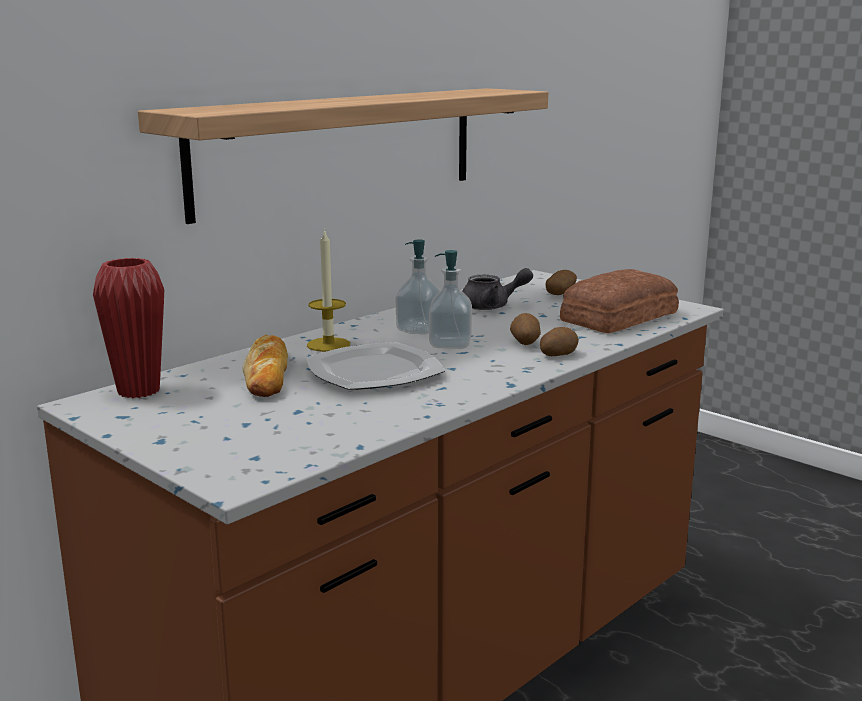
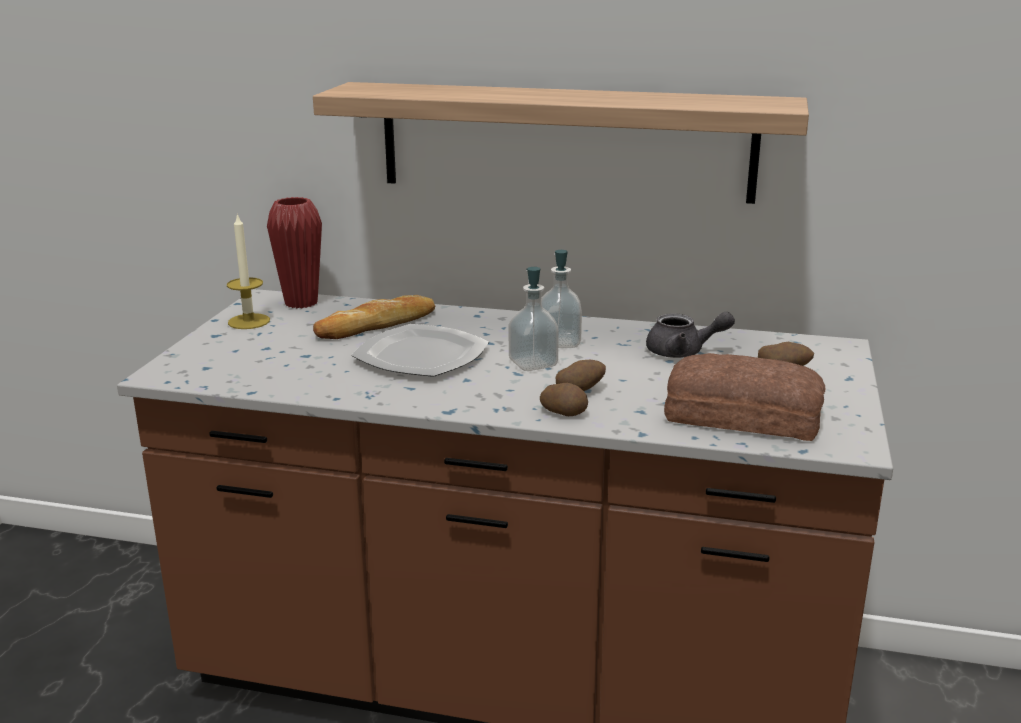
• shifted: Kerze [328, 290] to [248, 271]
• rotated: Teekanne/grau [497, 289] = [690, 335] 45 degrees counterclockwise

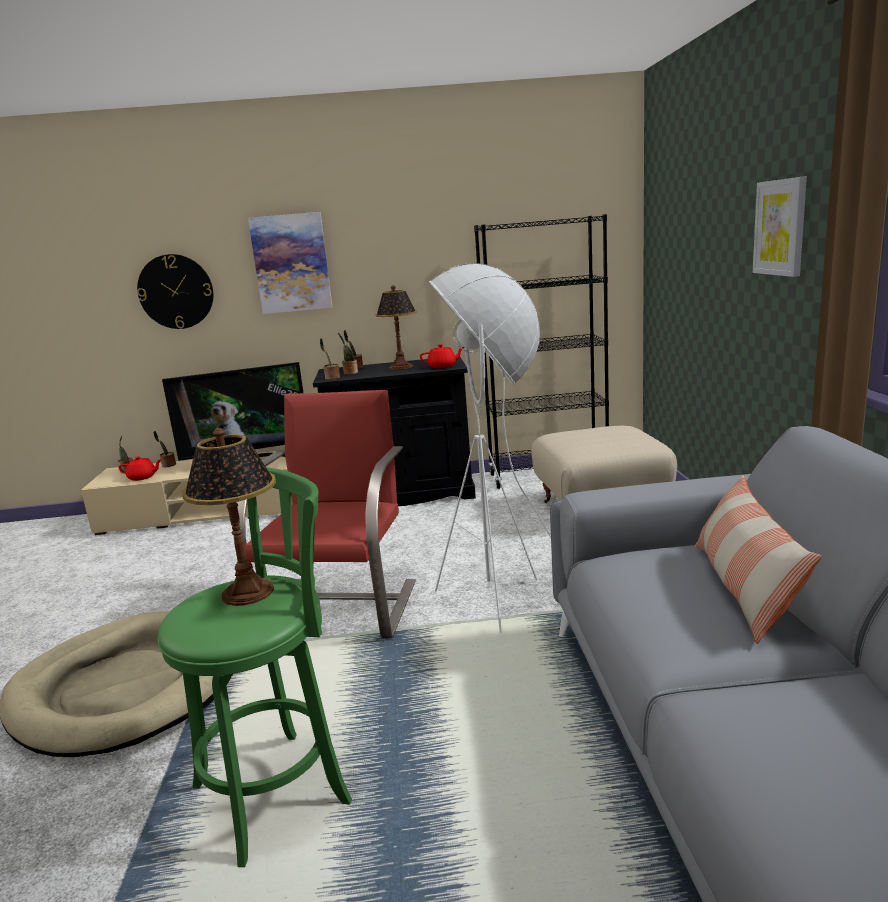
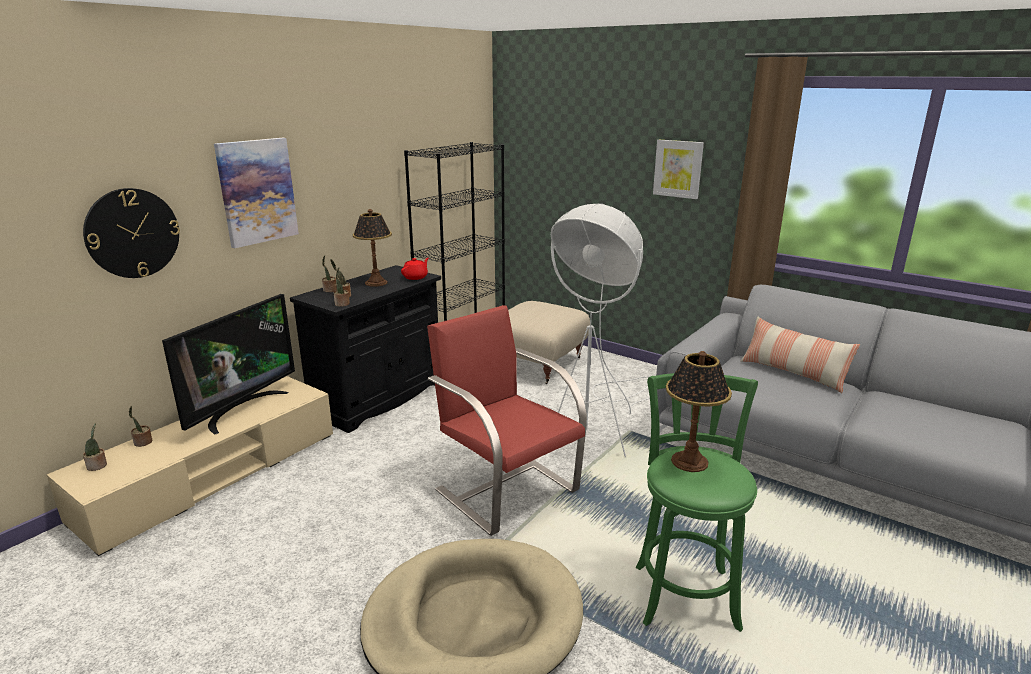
• gone: Teekanne/rot [140, 468]

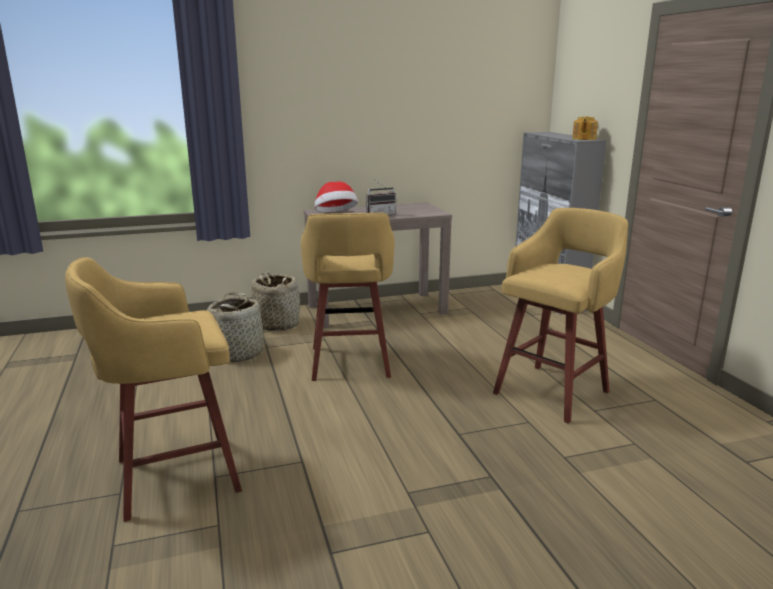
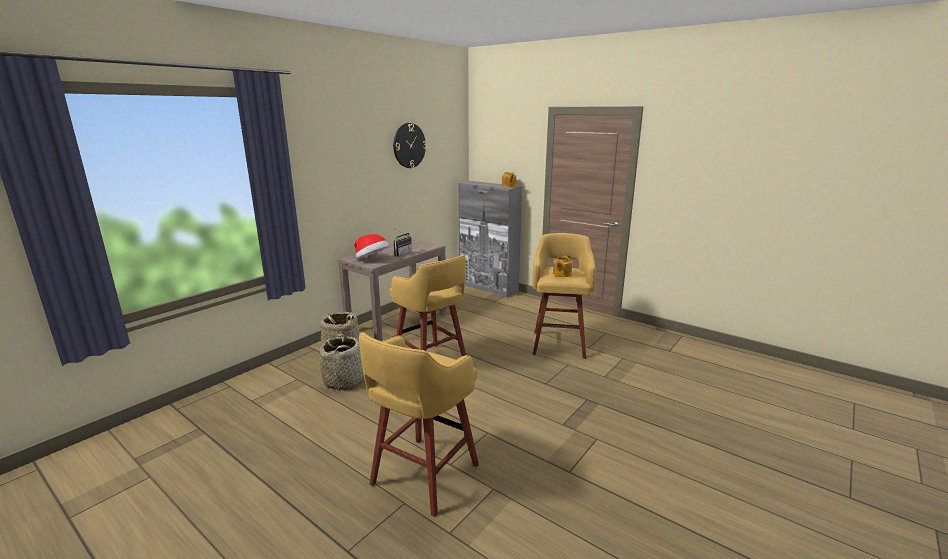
• new: Wanduhr [410, 145]
• new: Teekanne [562, 266]

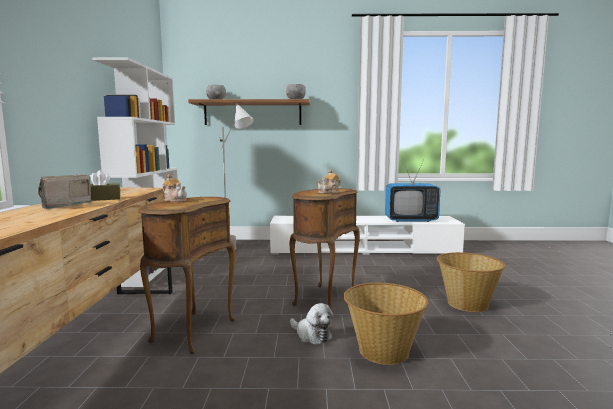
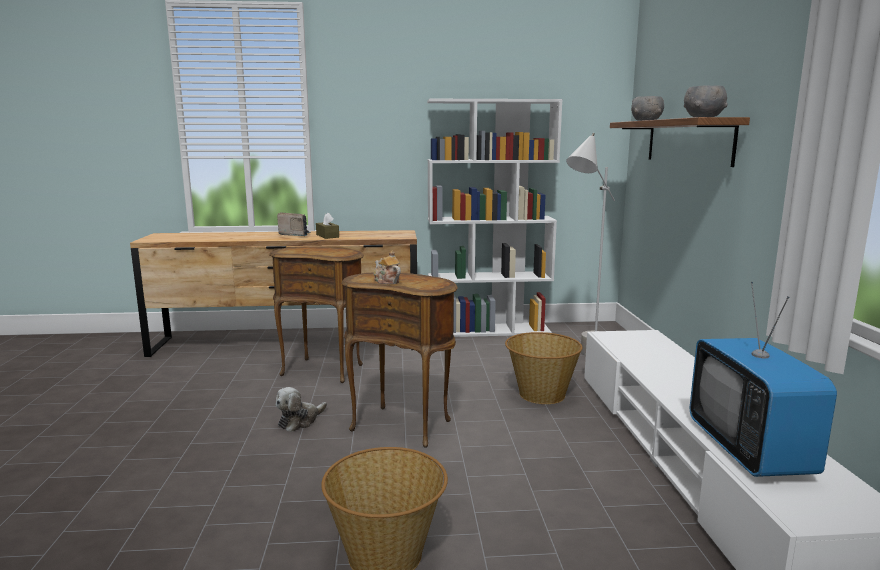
• gone: Teekanne [175, 188]
• shifted: Korb [386, 324] to [544, 368]

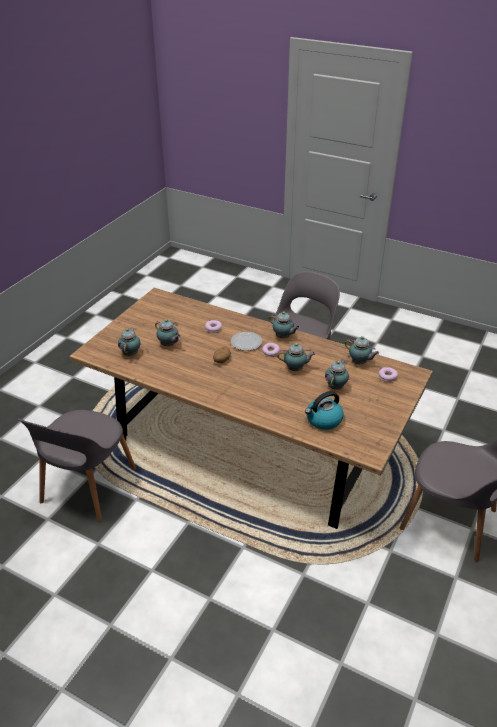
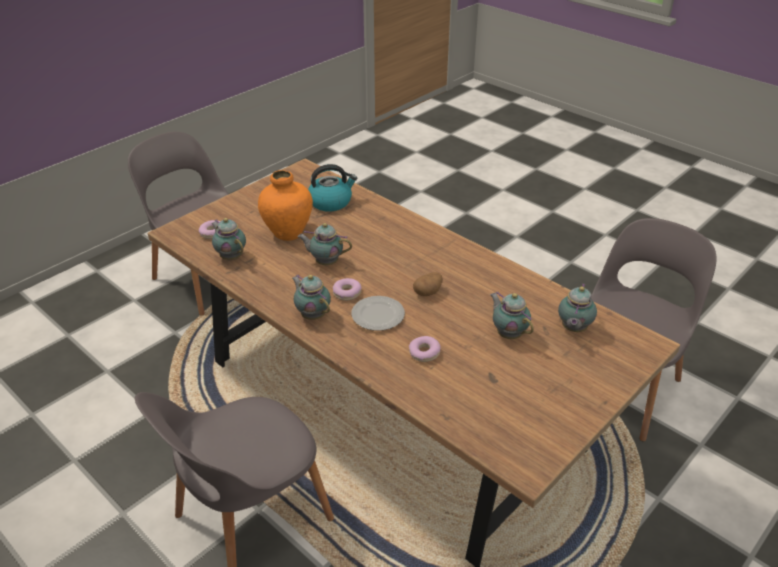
• swapped: Teekanne [337, 374] to Vase/orange [285, 205]

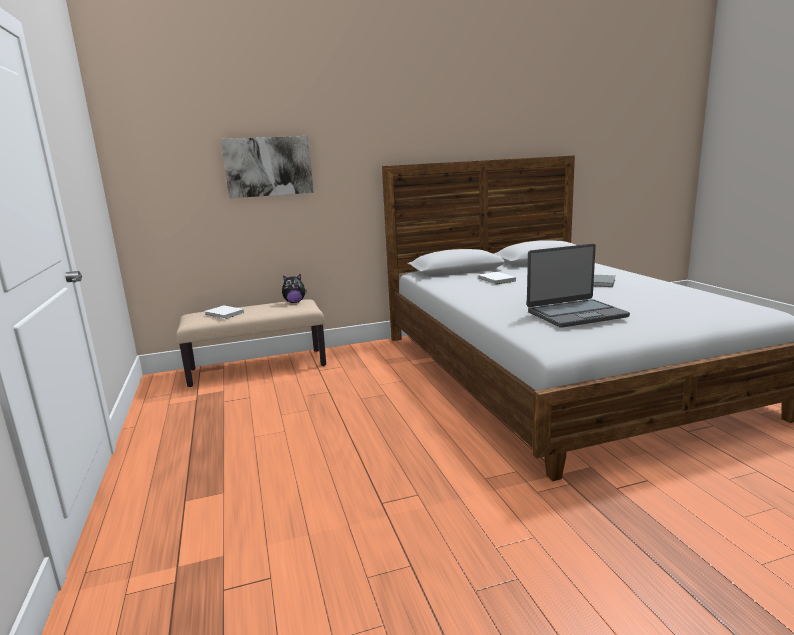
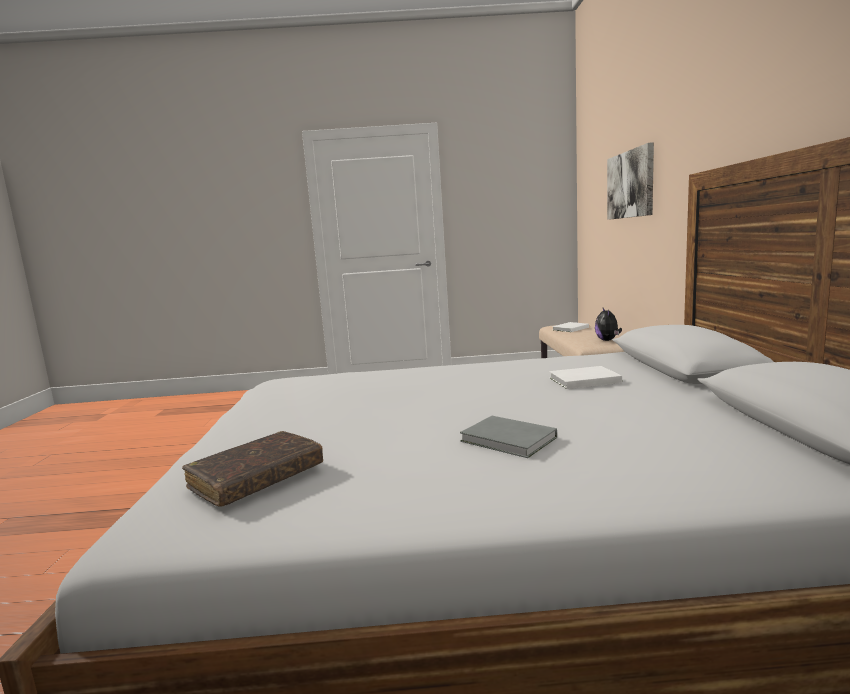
• gone: Laptop [578, 286]
• new: Buch/braun [252, 468]

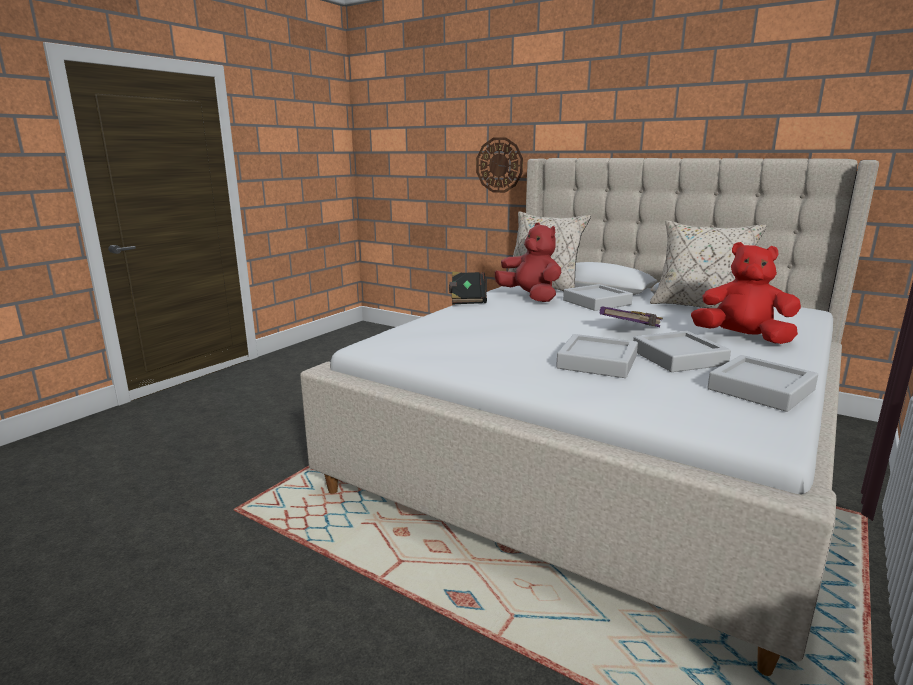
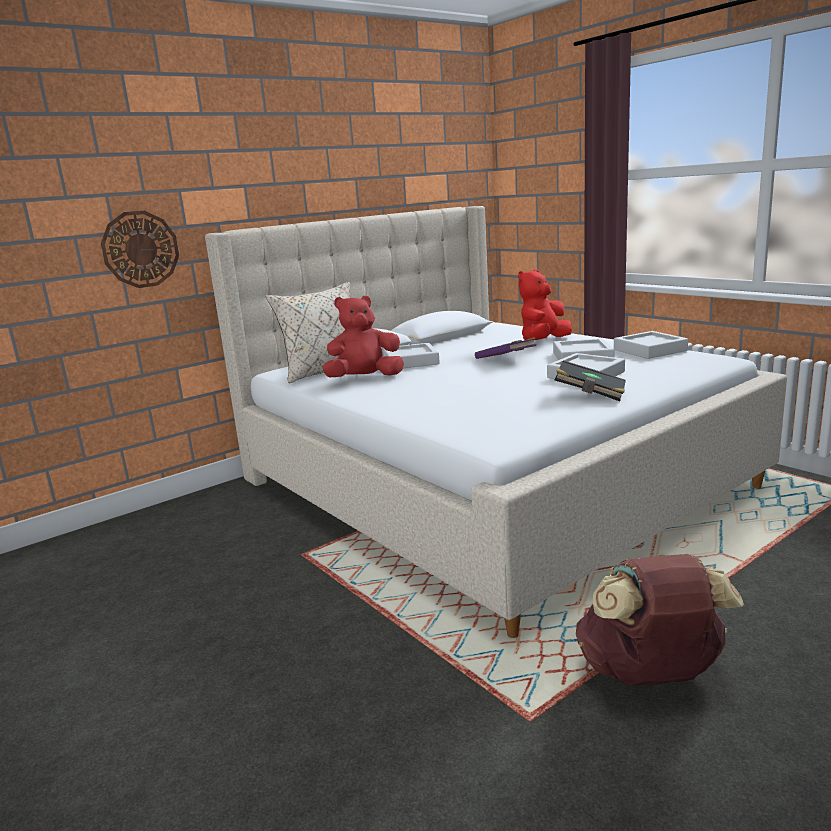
• gone: Kissen/beige [708, 264]
• new: Rucksack/braun [660, 620]
• shifted: Buch/schwarz [468, 288] to [590, 380]

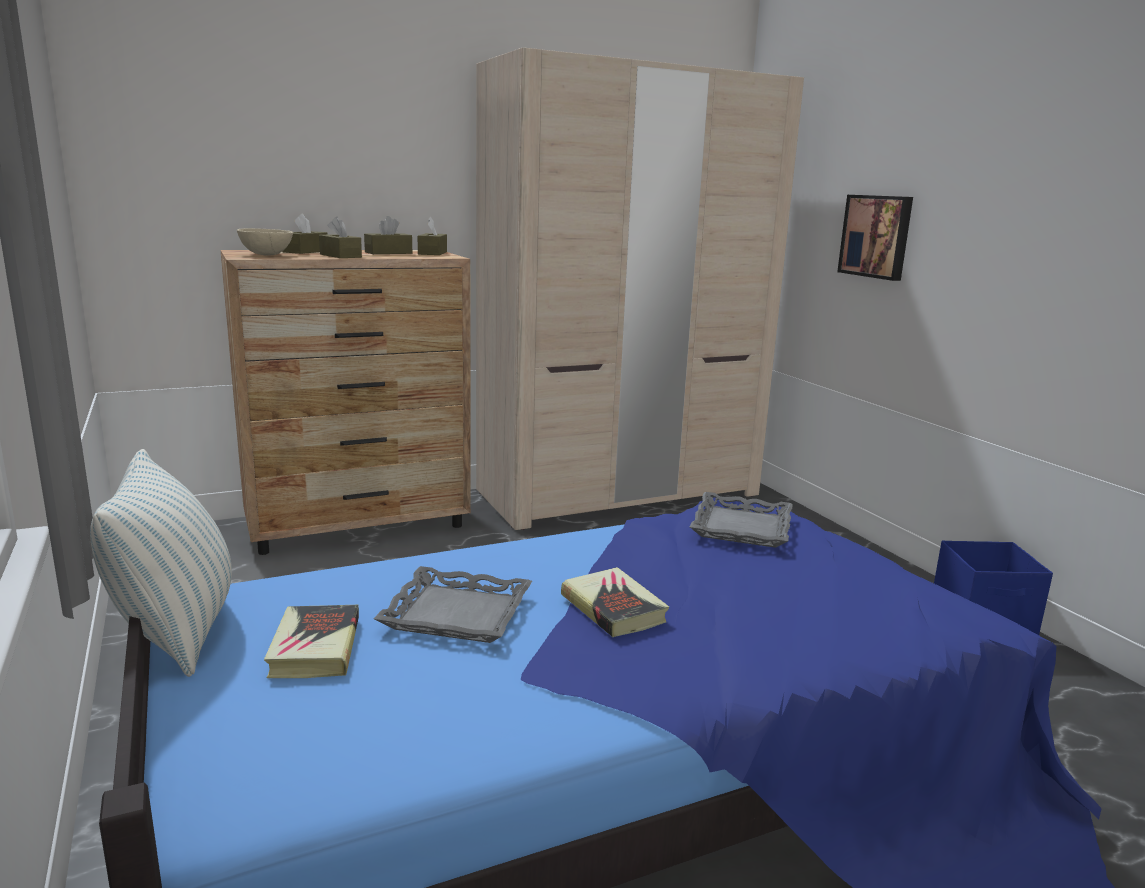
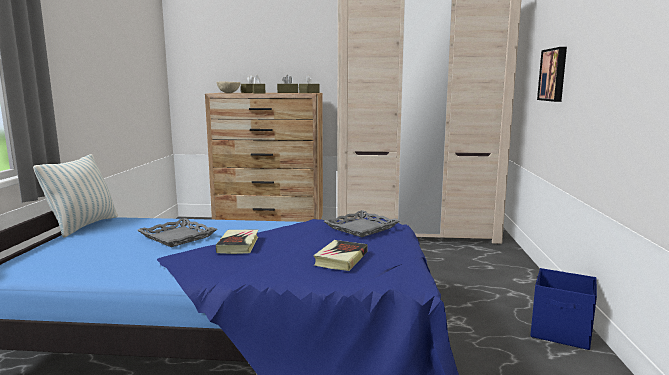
• shifted: Buch [311, 641] to [340, 255]

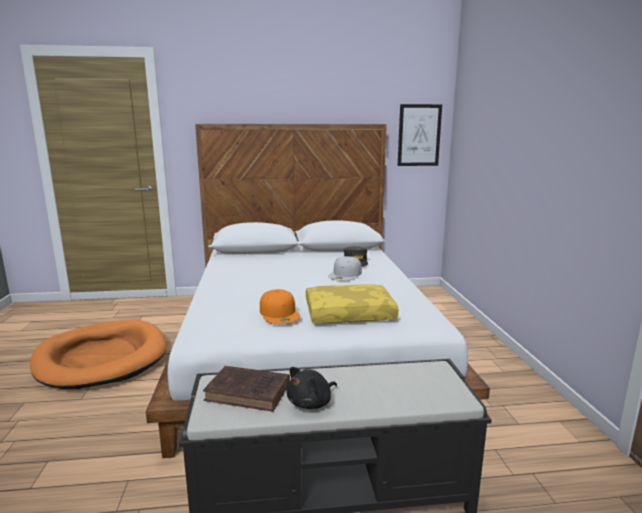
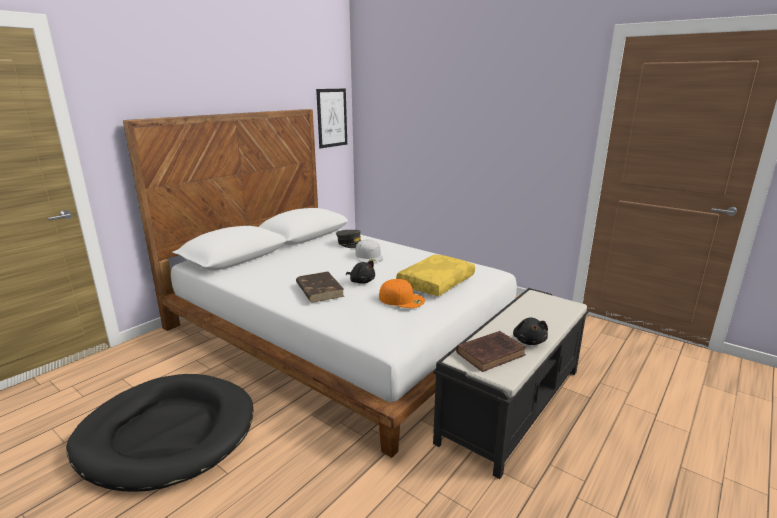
• new: Buch/braun [320, 287]
• new: Plüschtier/schwarz [360, 272]
• repainted: Hundebett/orange [98, 354] to Hundebett/schwarz [159, 433]

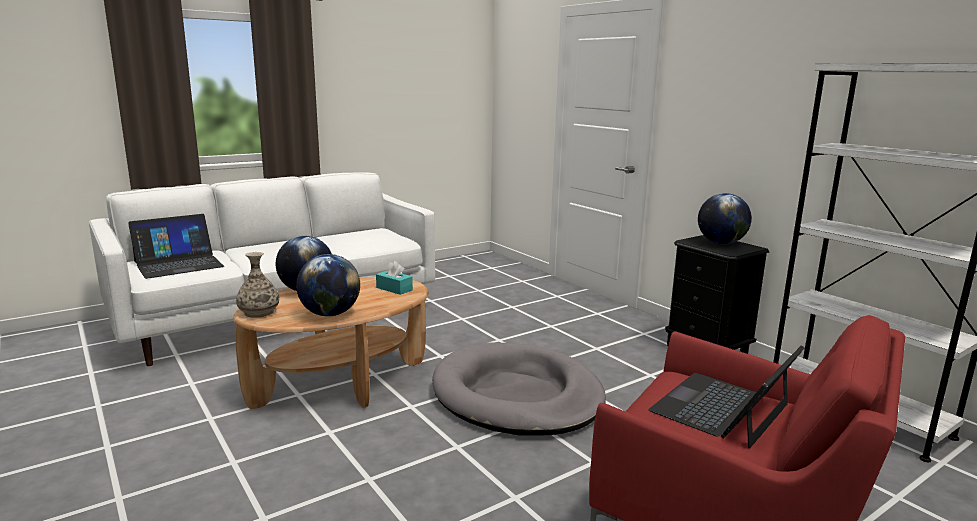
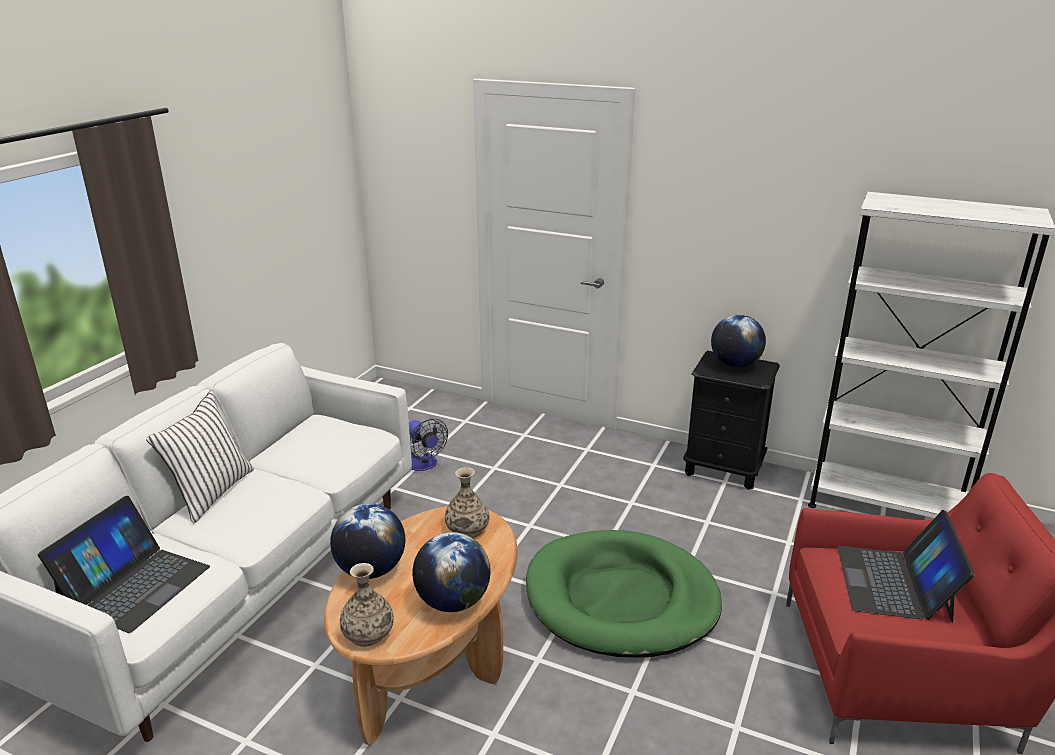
• new: Kissen/weiß [200, 457]
• new: Ventilator [428, 445]
• swapped: Taschentuchbox/türkis [394, 278] to Vase [467, 502]
• repainted: Hundebett/grau [519, 389] to Hundebett/grün [624, 594]

